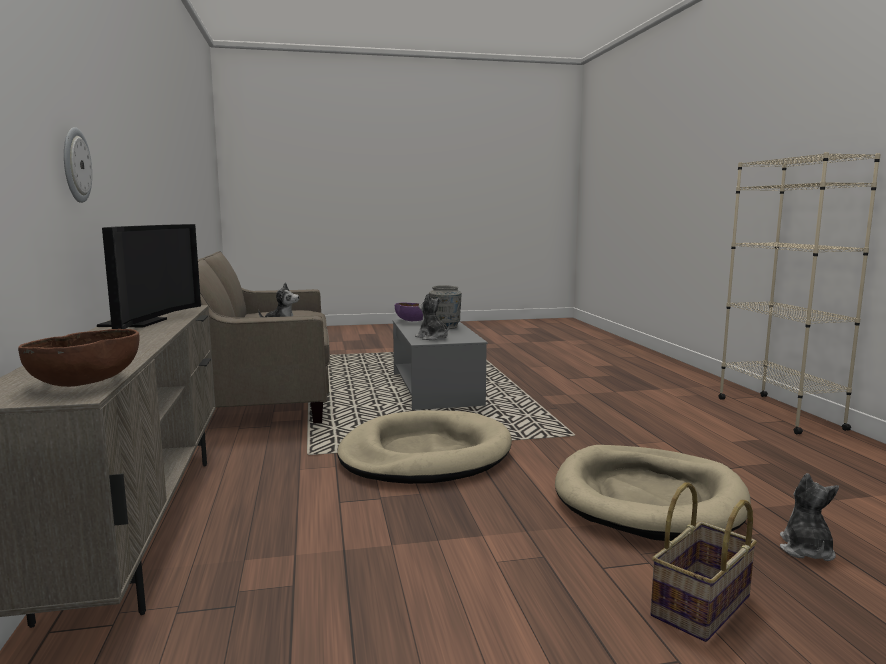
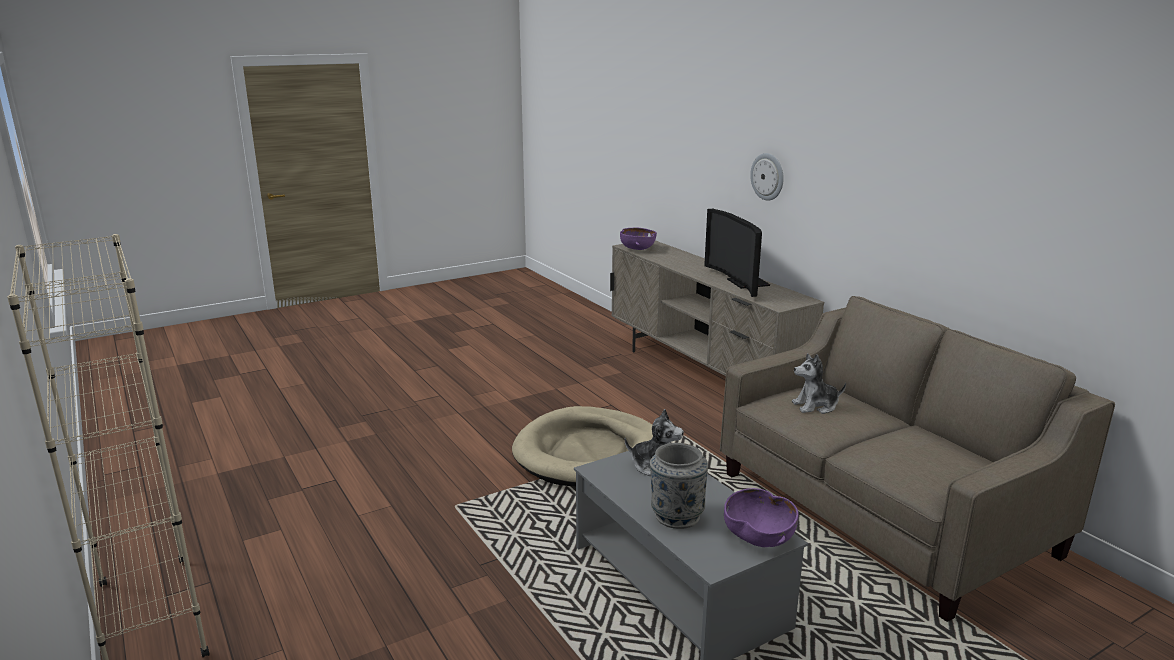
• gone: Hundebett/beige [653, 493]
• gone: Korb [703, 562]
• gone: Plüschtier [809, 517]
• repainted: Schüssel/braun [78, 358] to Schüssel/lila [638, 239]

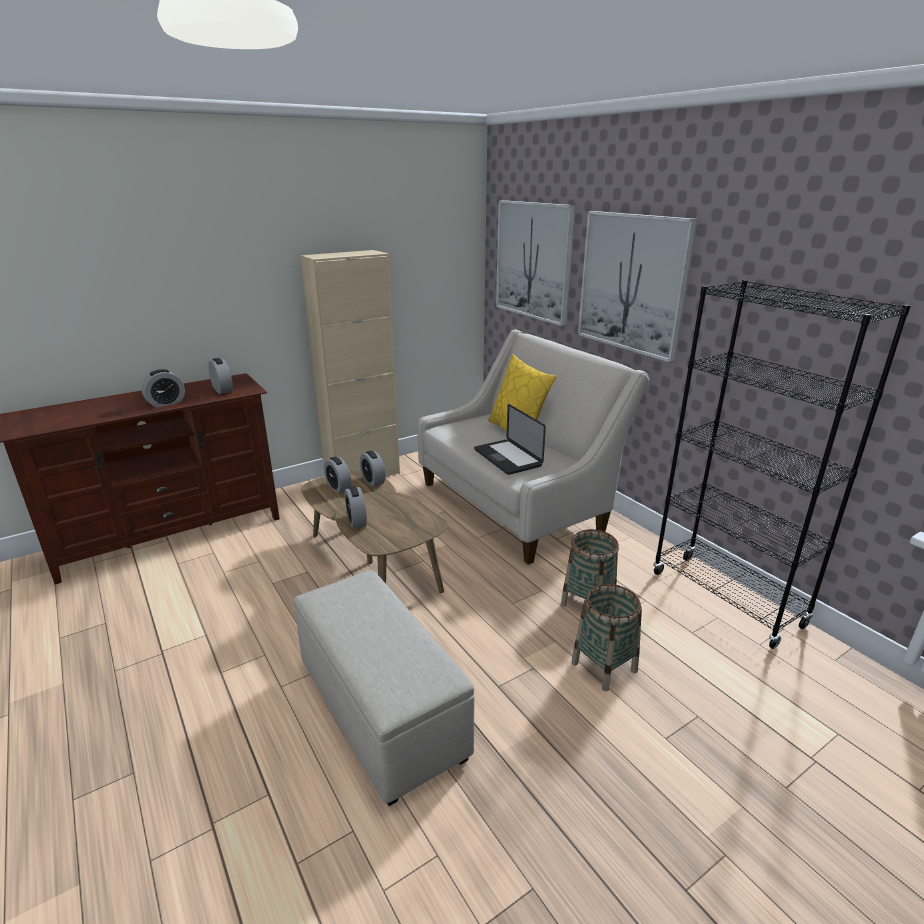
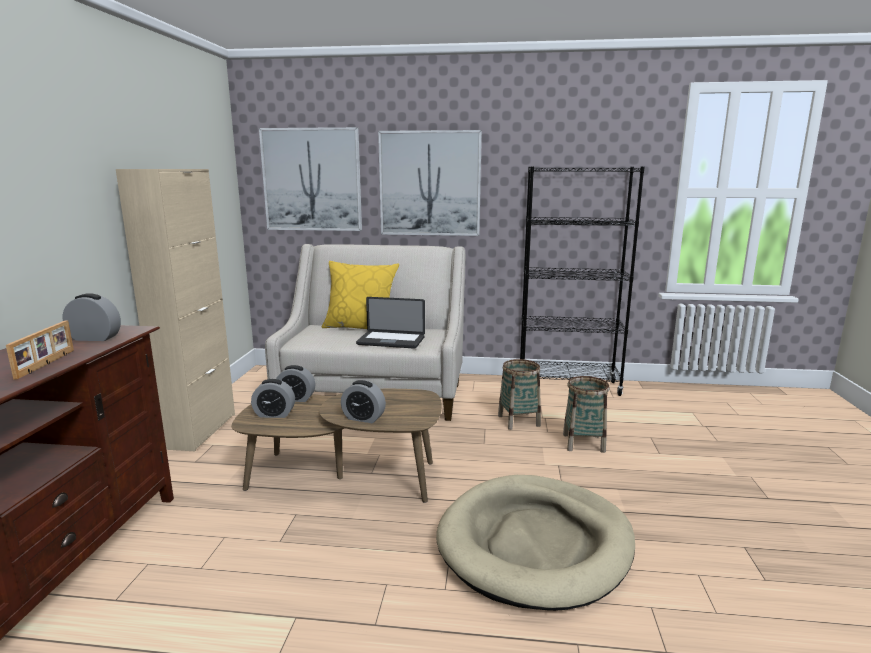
• swapped: Wecker [163, 388] to Bilderrahmen [40, 350]
• swapped: Polsterhocker/beige [383, 688] to Hundebett/beige [535, 543]

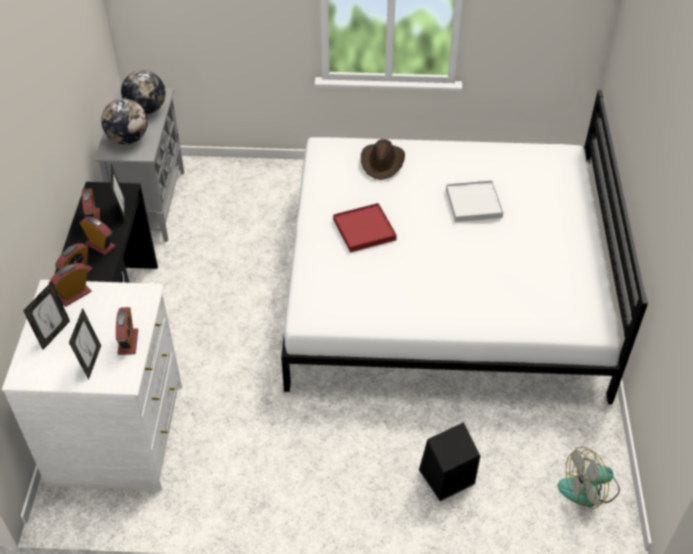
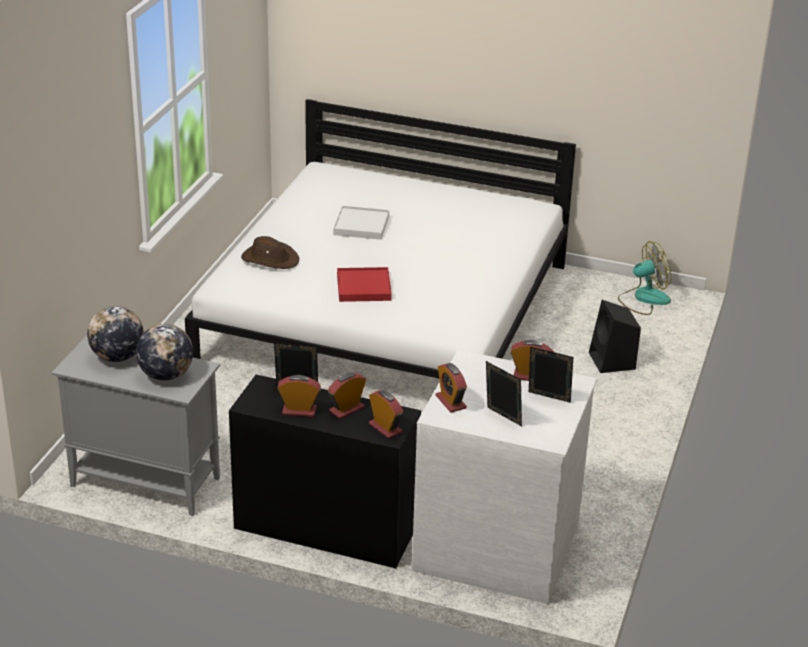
• rotated: Ventilator [589, 478] = [644, 278] 105 degrees counterclockwise

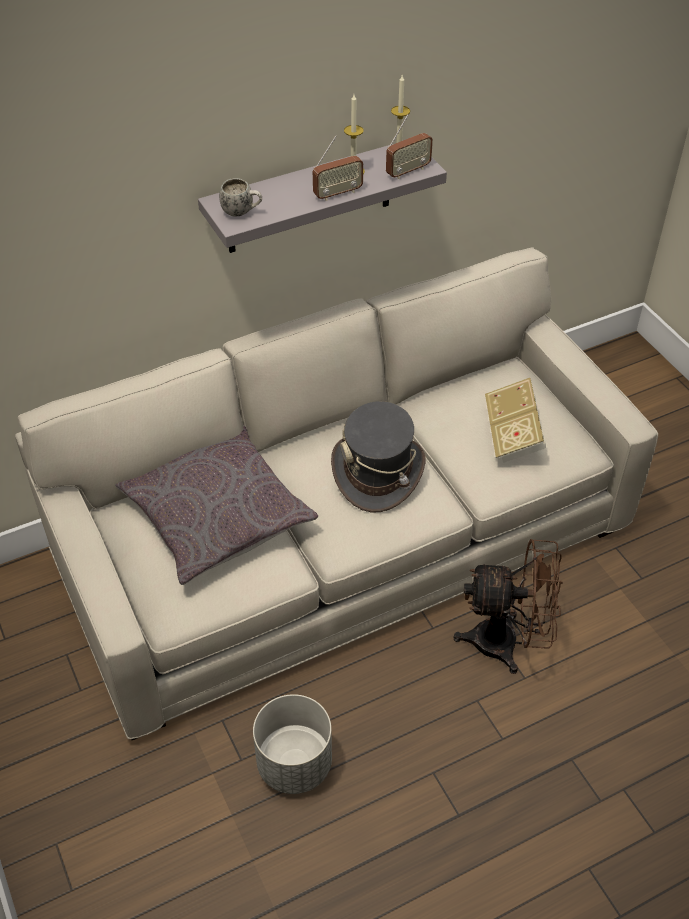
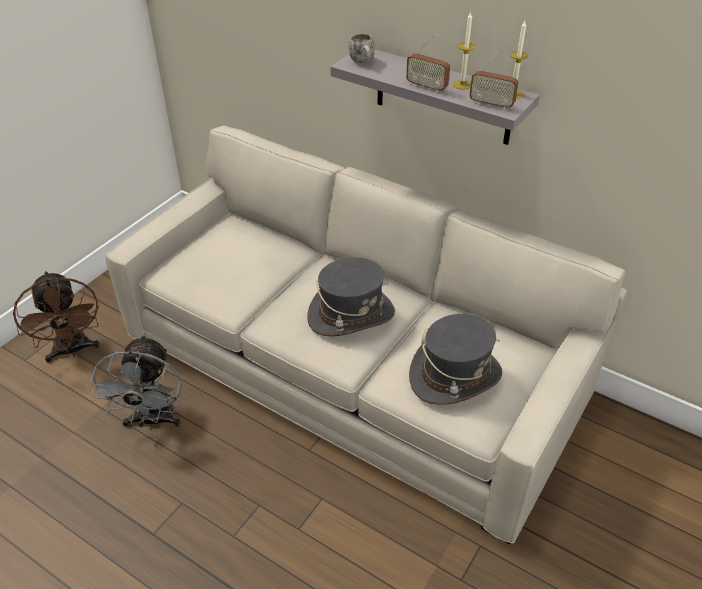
• gone: Kissen/grau [216, 504]
• shifted: Ventilator/braun [508, 606] to [56, 317]
• swapped: Pflanzkübel/grau [292, 744] to Ventilator/grau [136, 382]
• swapped: Buch [516, 420] to Hut/grau [455, 359]

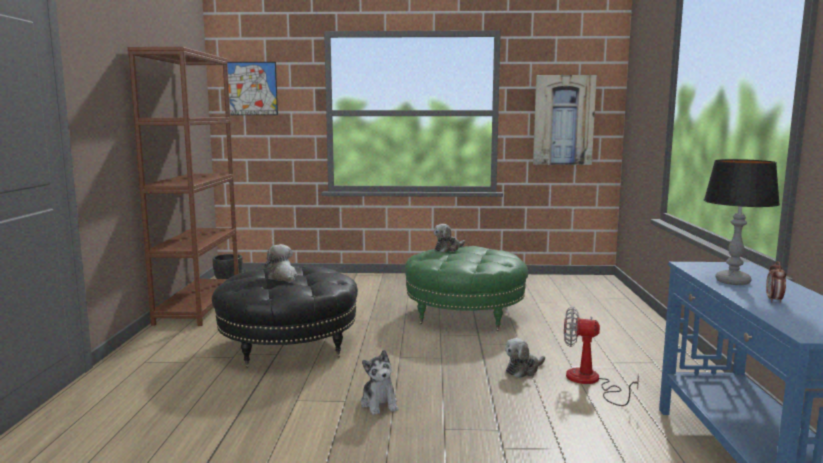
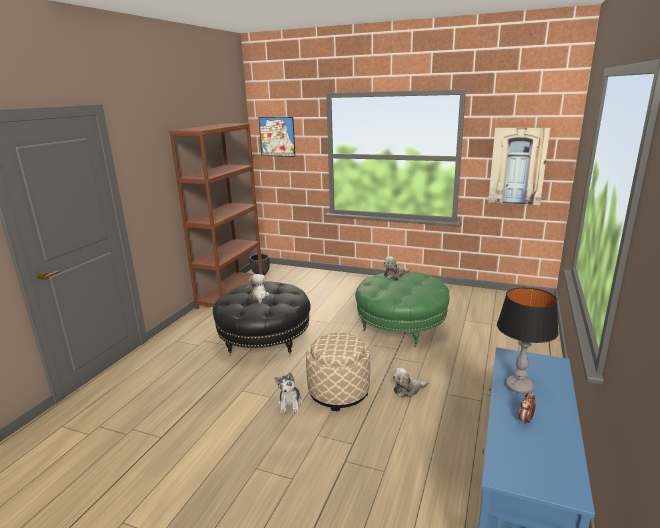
• gone: Ventilator [601, 356]
• new: Polsterhocker/beige [338, 372]

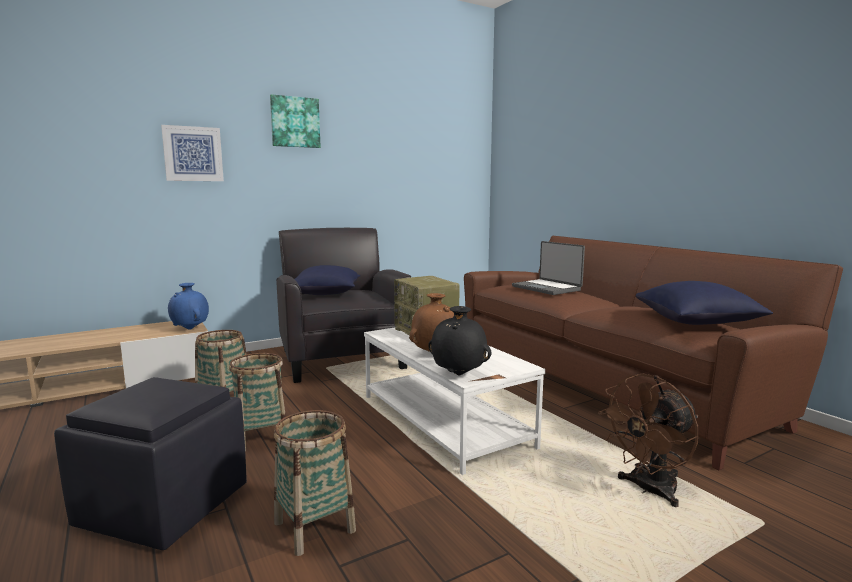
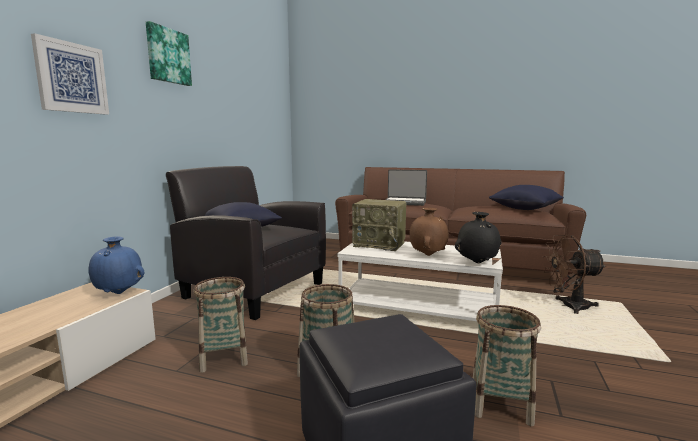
• rotated: Ventilator/braun [648, 440] = [574, 274] 75 degrees clockwise

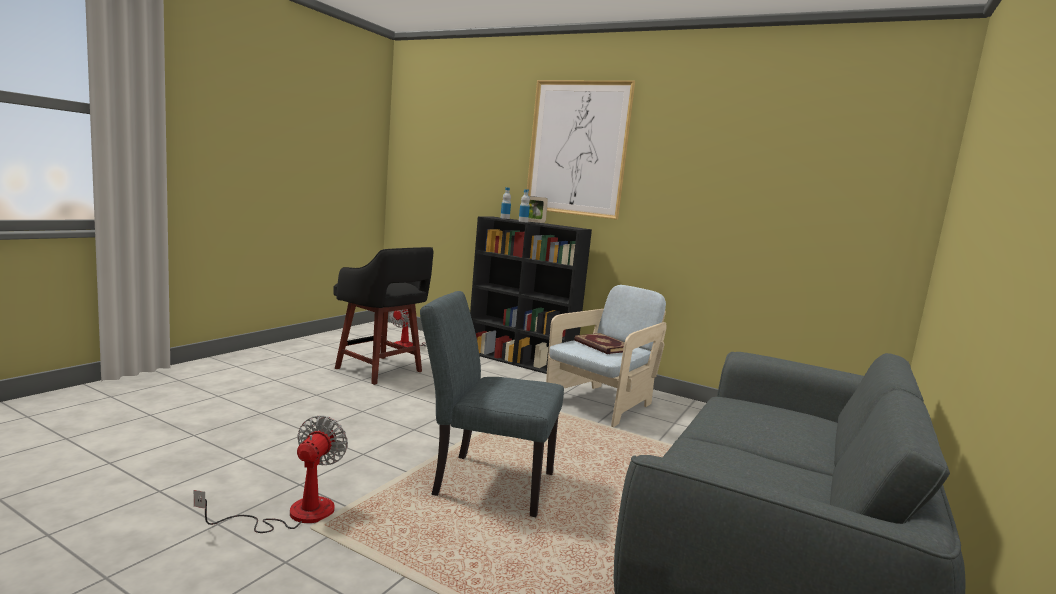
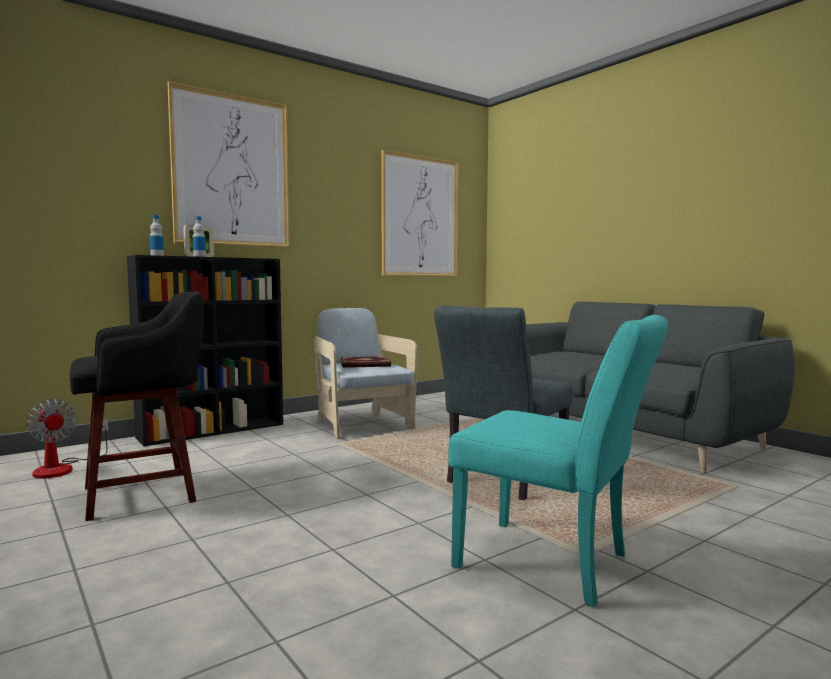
• new: Bild [420, 213]
• swapped: Ventilator [271, 474] to Stuhl/türkis [558, 461]

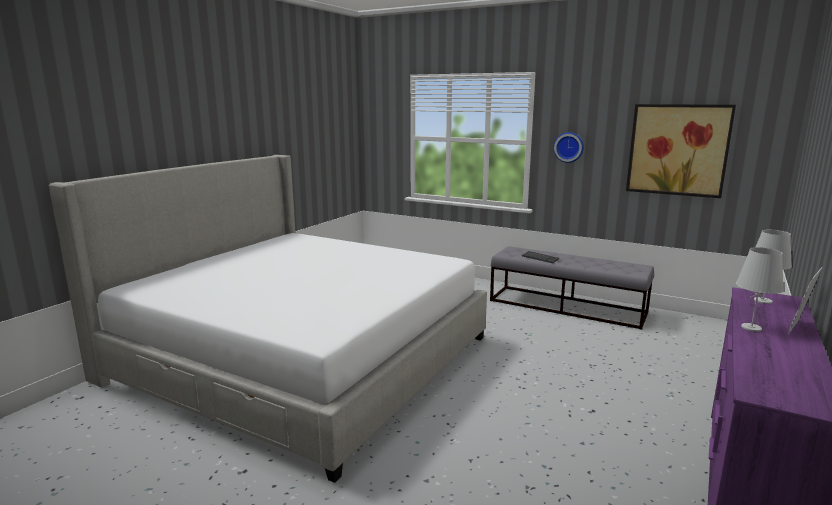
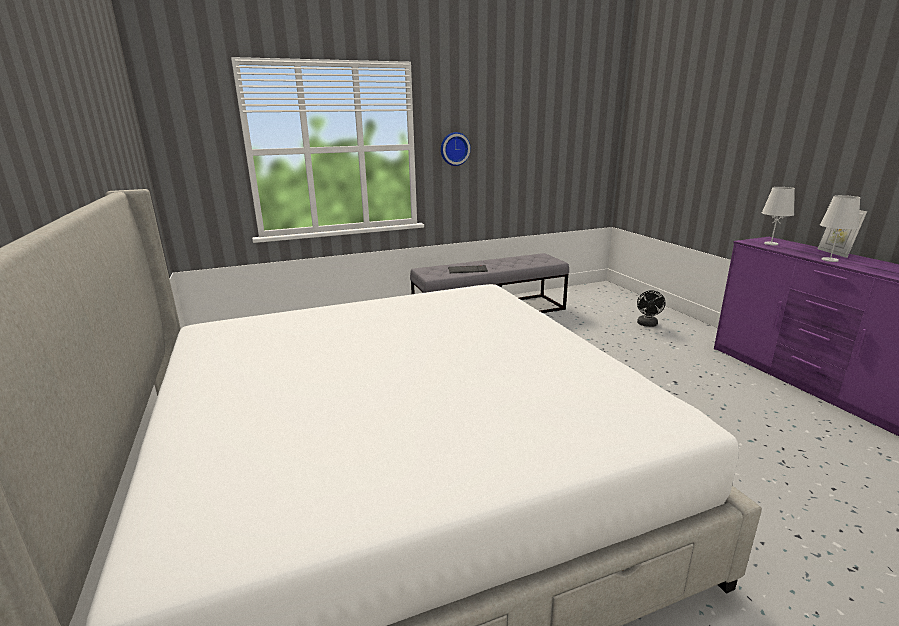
• gone: Bild [681, 151]
• new: Ventilator/schwarz [651, 308]

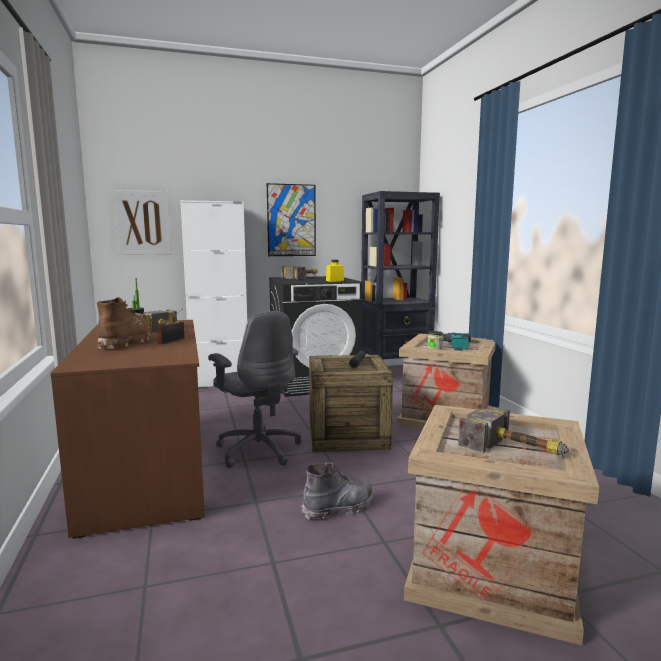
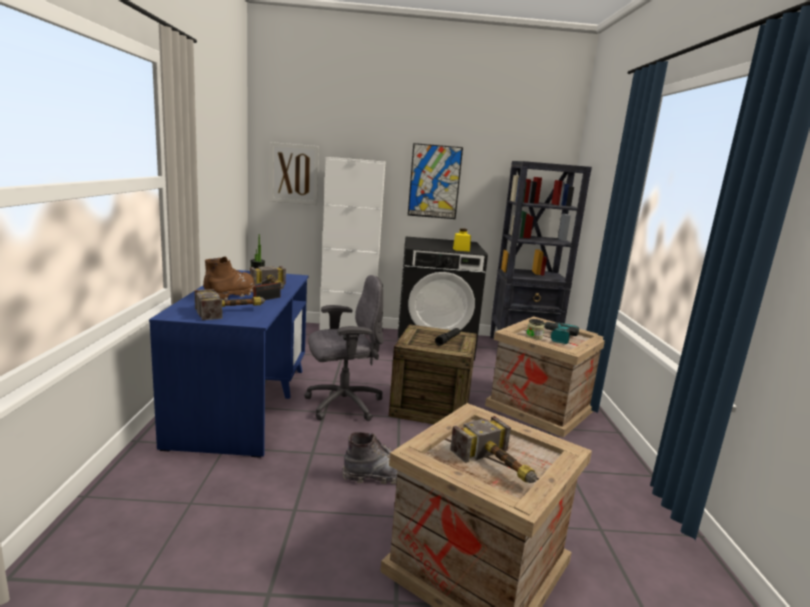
• shifted: Hammer [299, 272] to [229, 304]
• repainted: Schreibtisch/braun [127, 429] to Schreibtisch/blau [229, 364]
• rotated: Bürostuhl/grau [255, 389] = [343, 348] 90 degrees counterclockwise

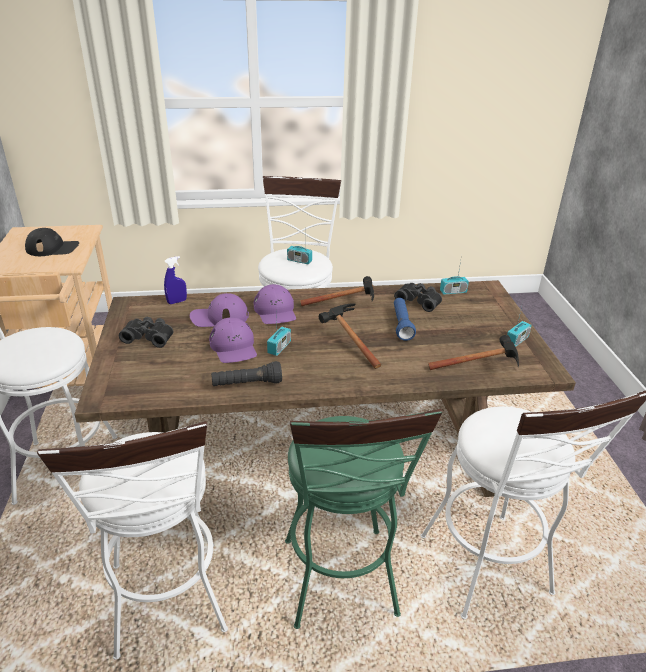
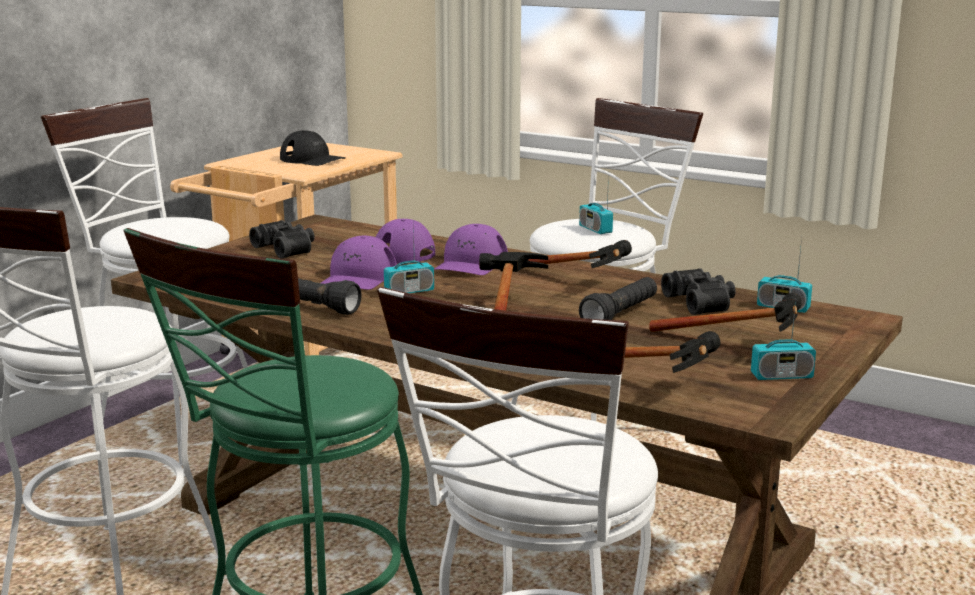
• gone: Sprühflasche/blau [175, 280]
• new: Hammer [725, 312]
• repainted: Taschenlampe/blau [405, 319] to Taschenlampe/schwarz [618, 298]

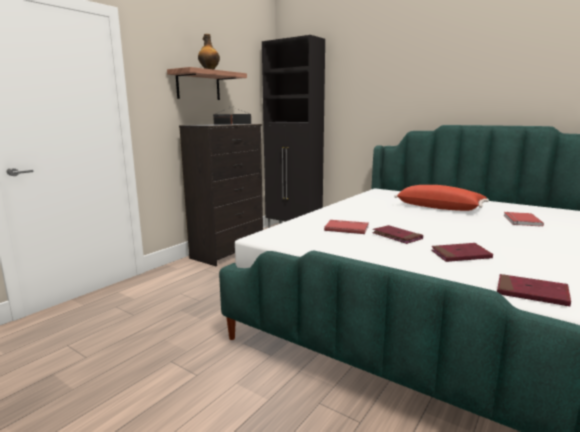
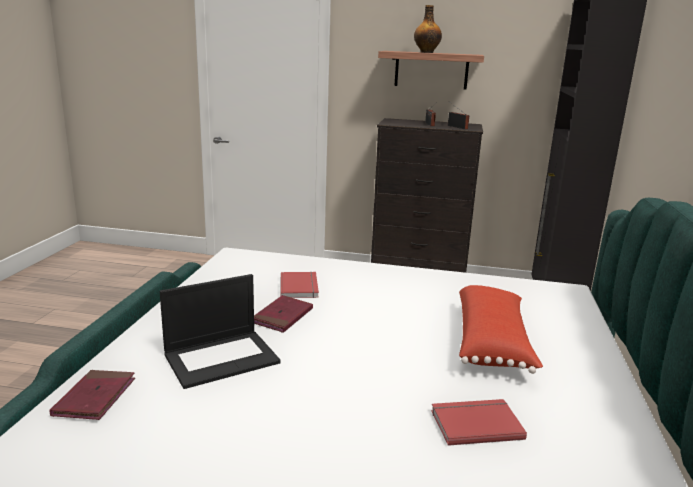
• swapped: Buch/rot [462, 252] to Laptop [220, 331]

